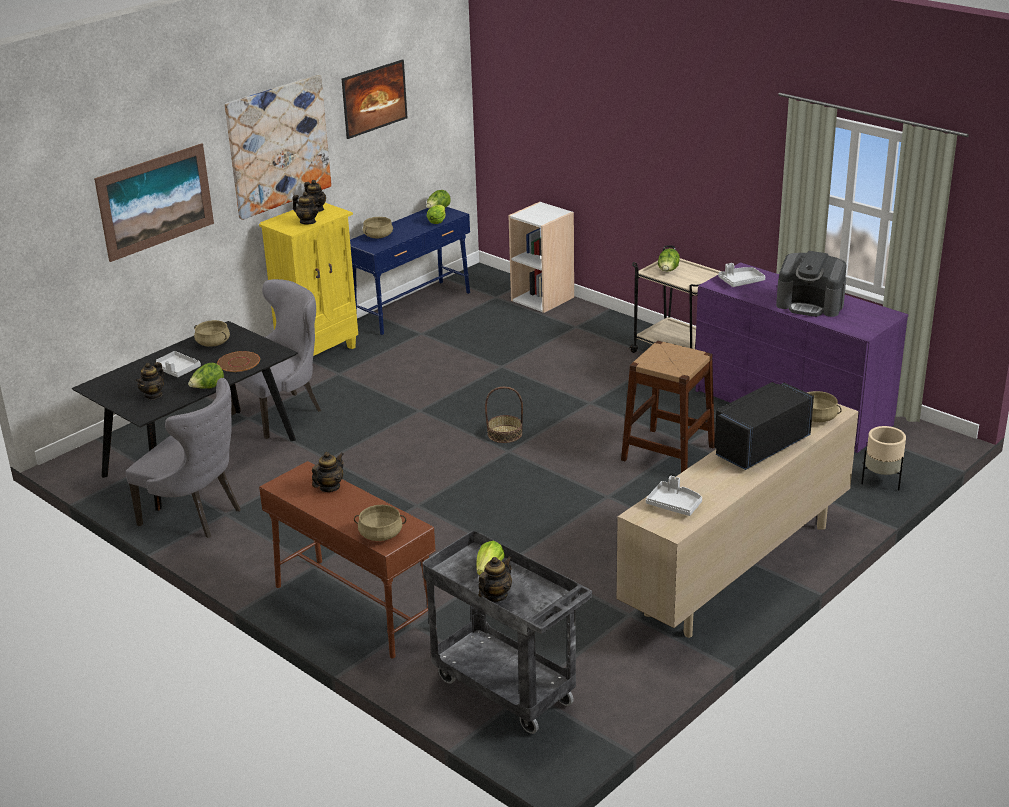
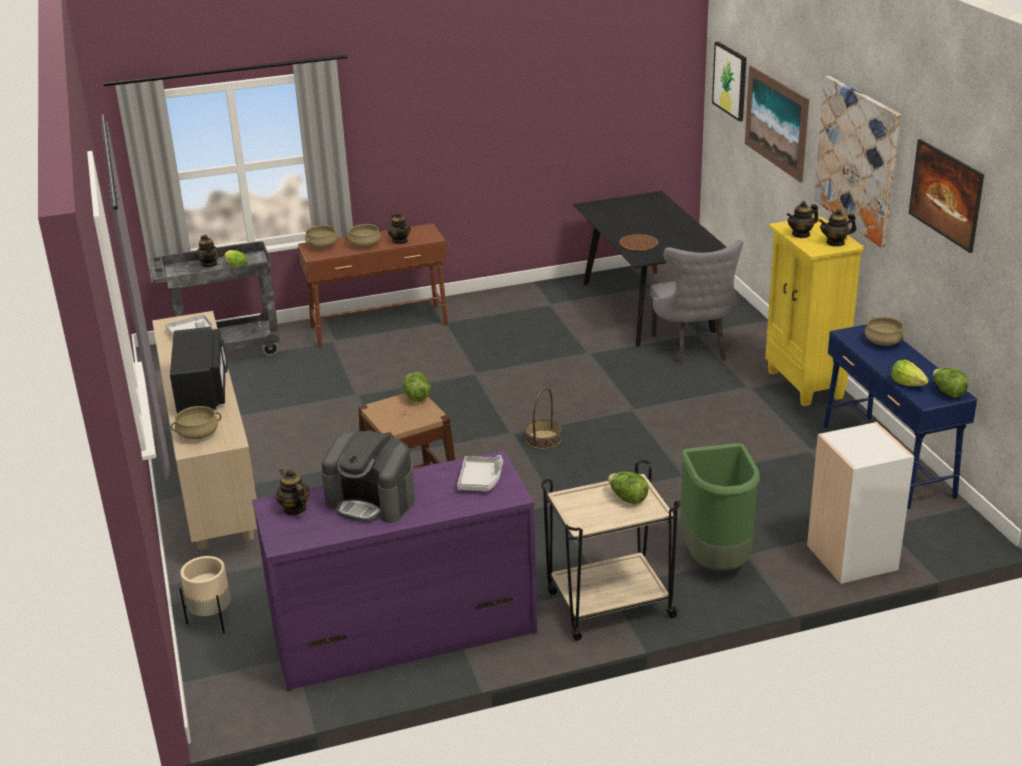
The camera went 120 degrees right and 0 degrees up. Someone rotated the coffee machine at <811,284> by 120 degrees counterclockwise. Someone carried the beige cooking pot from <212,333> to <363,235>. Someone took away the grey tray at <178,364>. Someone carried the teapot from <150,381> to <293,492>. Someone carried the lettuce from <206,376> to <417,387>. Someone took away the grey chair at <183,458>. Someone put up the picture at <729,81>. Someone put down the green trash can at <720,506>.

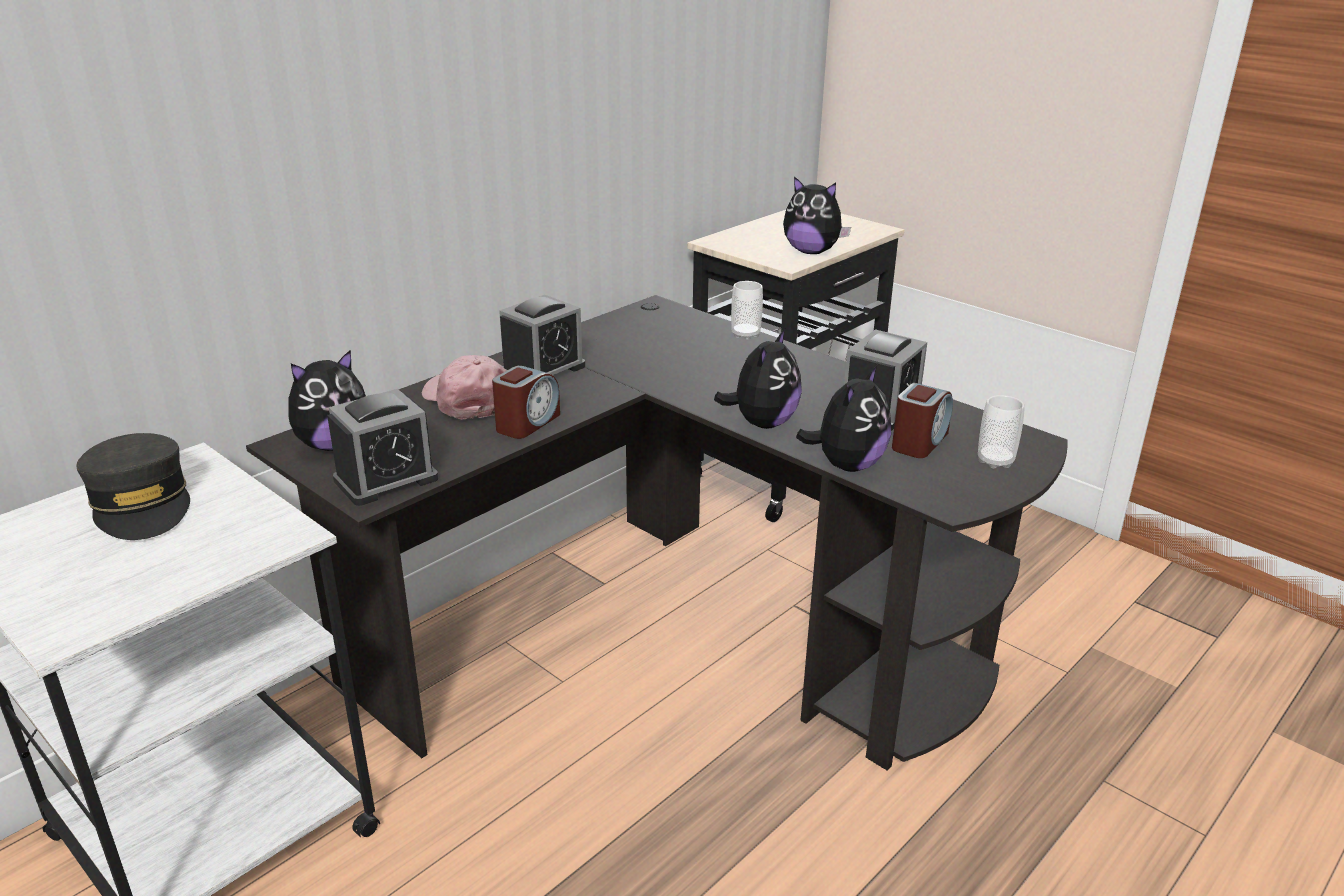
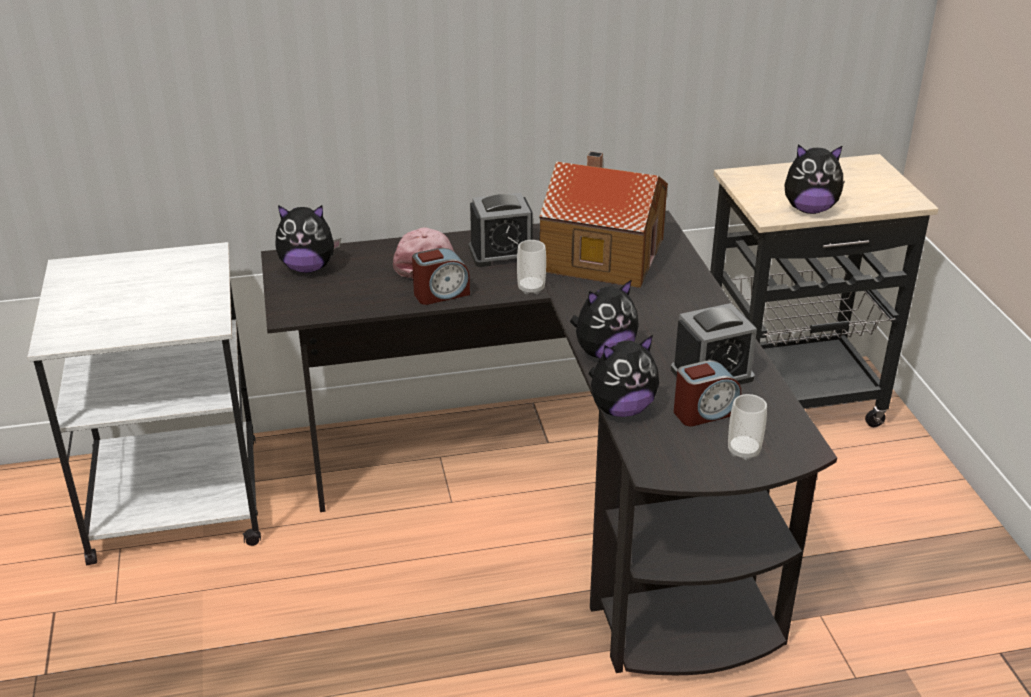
The camera went 35 degrees right and 5 degrees up. Someone rotated the plush toy at <817,215> by 60 degrees counterclockwise. Someone carried the cup from <747,310> to <531,267>. Someone took away the alarm clock at <382,447>. Someone took away the grey cap at <133,486>. Someone put down the toy house at <603,219>.

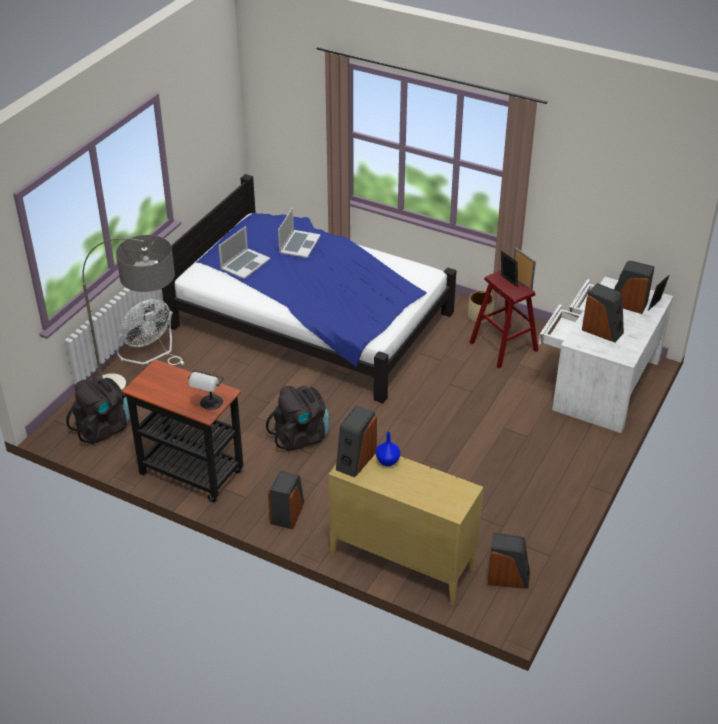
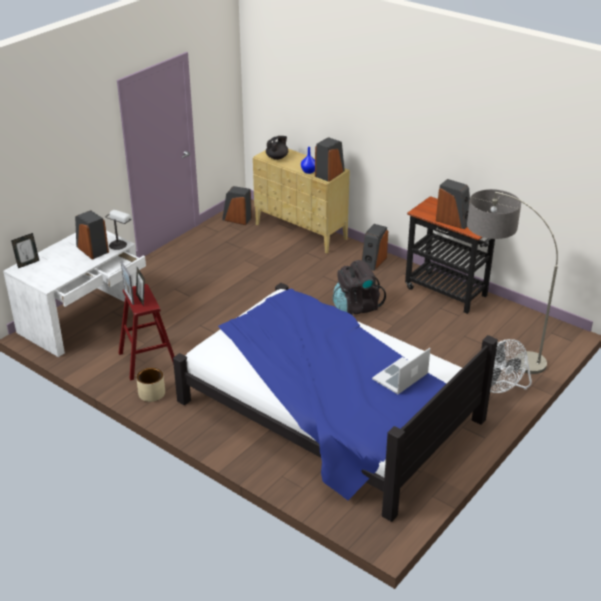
The camera went 170 degrees left and 5 degrees down. Someone took away the laptop at <299,233>. Someone carried the speaker from <634,287> to <453,204>. Someone carried the table lamp from <206,390> to <118,230>. Someone took away the black backpack at <98,411>. Someone put down the black teapot at <277,148>.

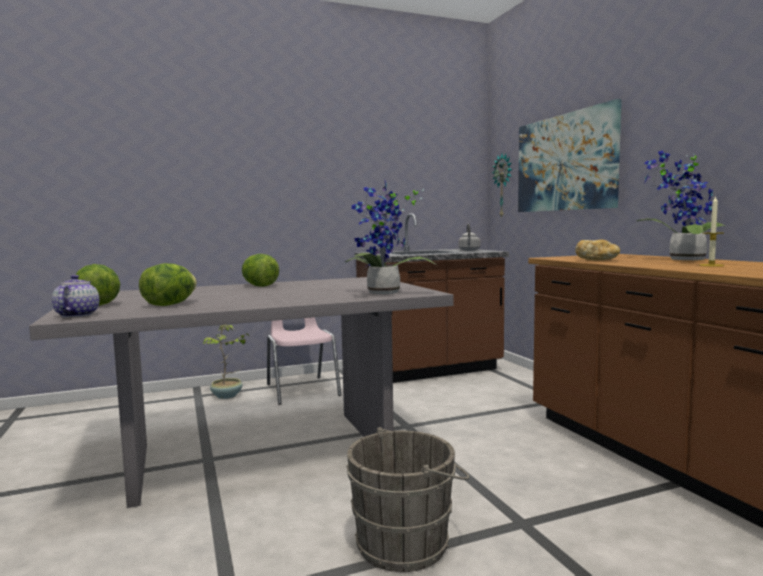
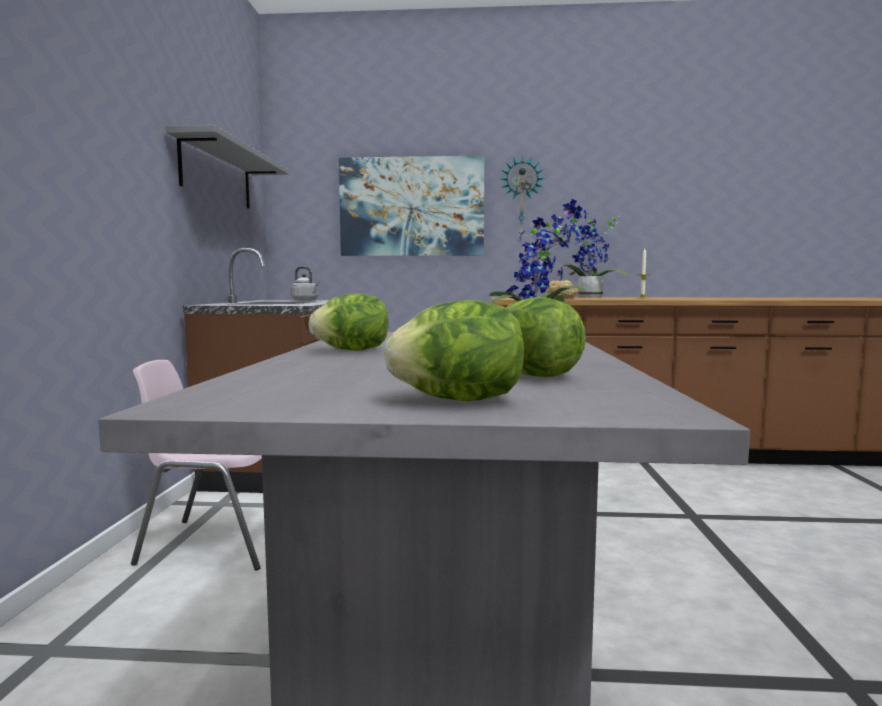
The camera went 65 degrees left and 0 degrees up. Someone carried the wall clock from <502,186> to <523,197>. Someone took away the teapot at <75,296>. Someone took away the potted plant at <226,362>. Someone took away the grey bucket at <408,499>. Someone put up the grey shelf at <227,167>.

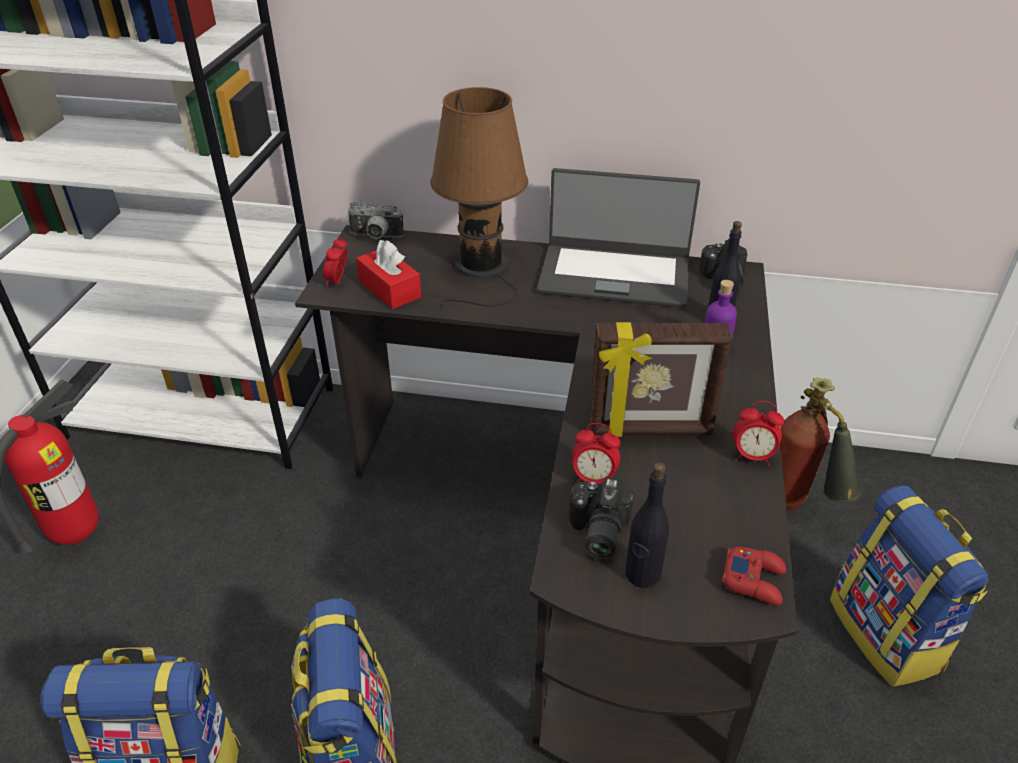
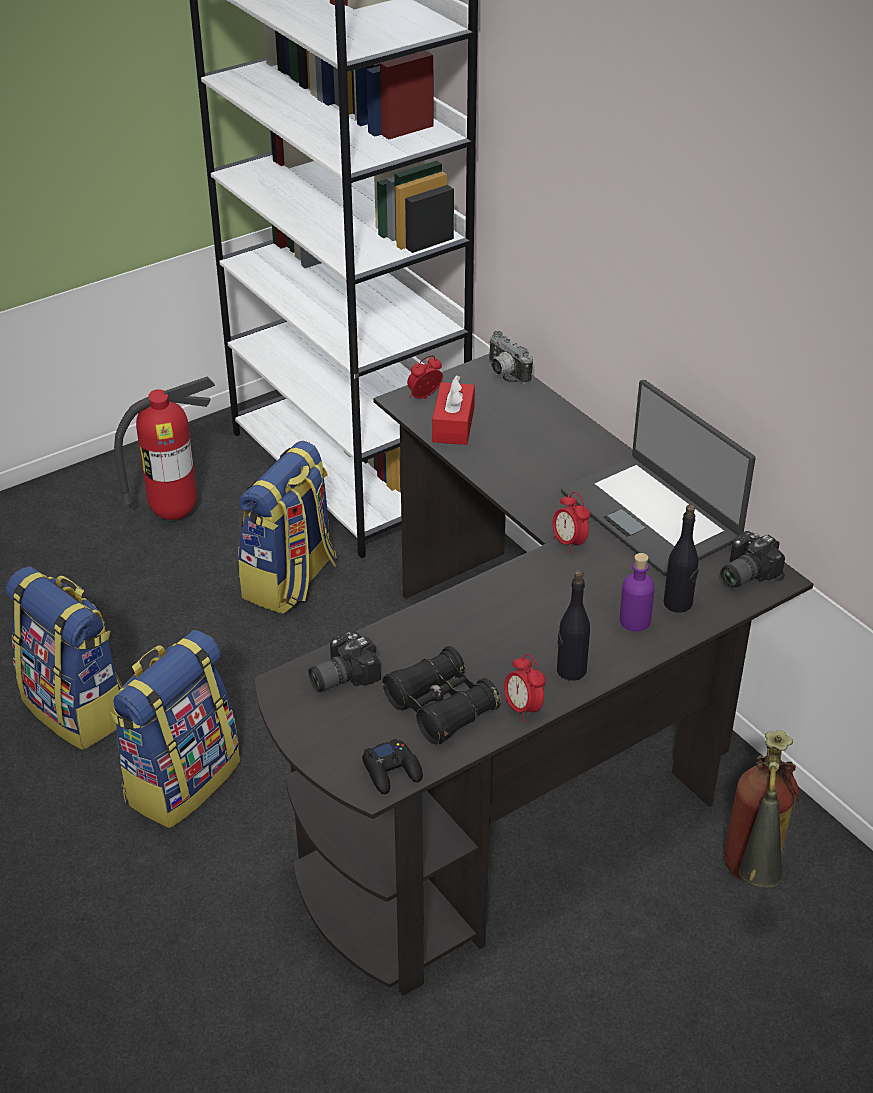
The camera went 45 degrees right and 0 degrees up. Someone took away the brown table lamp at <479,198>. Someone took away the picture frame at <661,379>. Someone carried the alarm clock from <596,453> to <571,522>. Someone carried the black bottle from <647,525> to <573,625>. Someone carried the backpack from <909,586> to <287,527>. Someone repainted the red game controller at <754,576>, which became the black game controller at <392,766>. Someone put down the black binoculars at <441,695>.

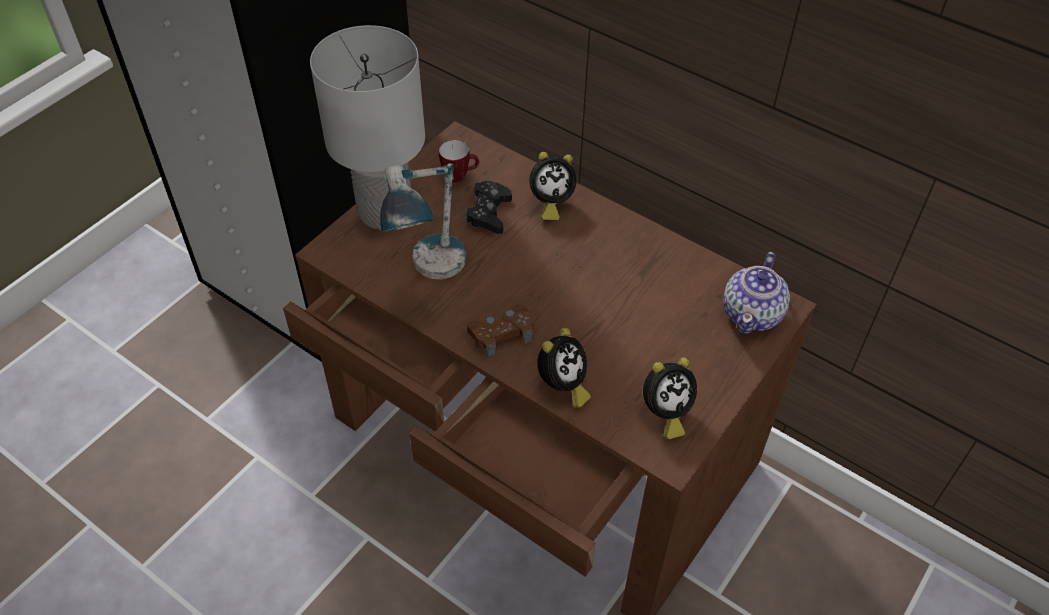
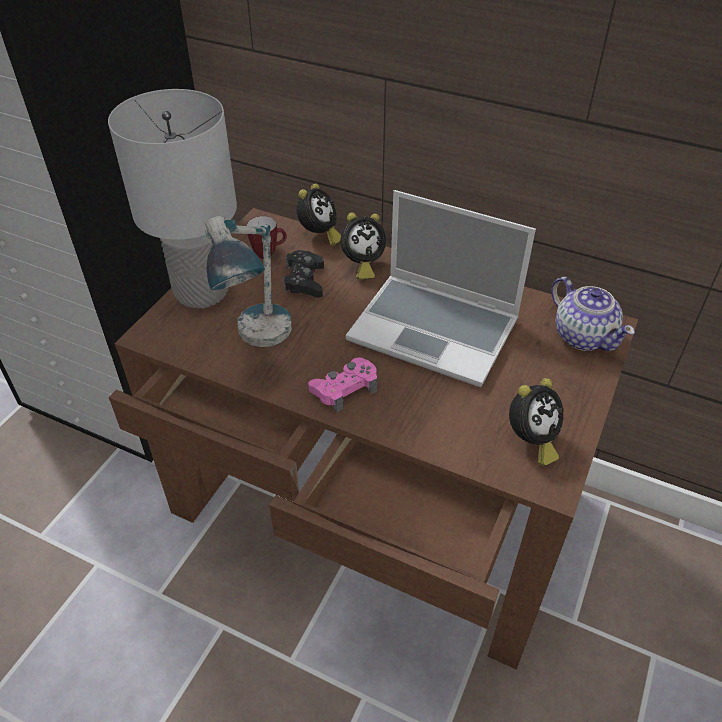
The camera went 10 degrees left and 5 degrees down. Someone rotated the teapot at <756,293> by 45 degrees counterclockwise. Someone repainted the brown game controller at <500,331>, which became the pink game controller at <342,385>. Someone carried the alarm clock from <564,368> to <318,215>. Someone put down the laptop at <441,288>.

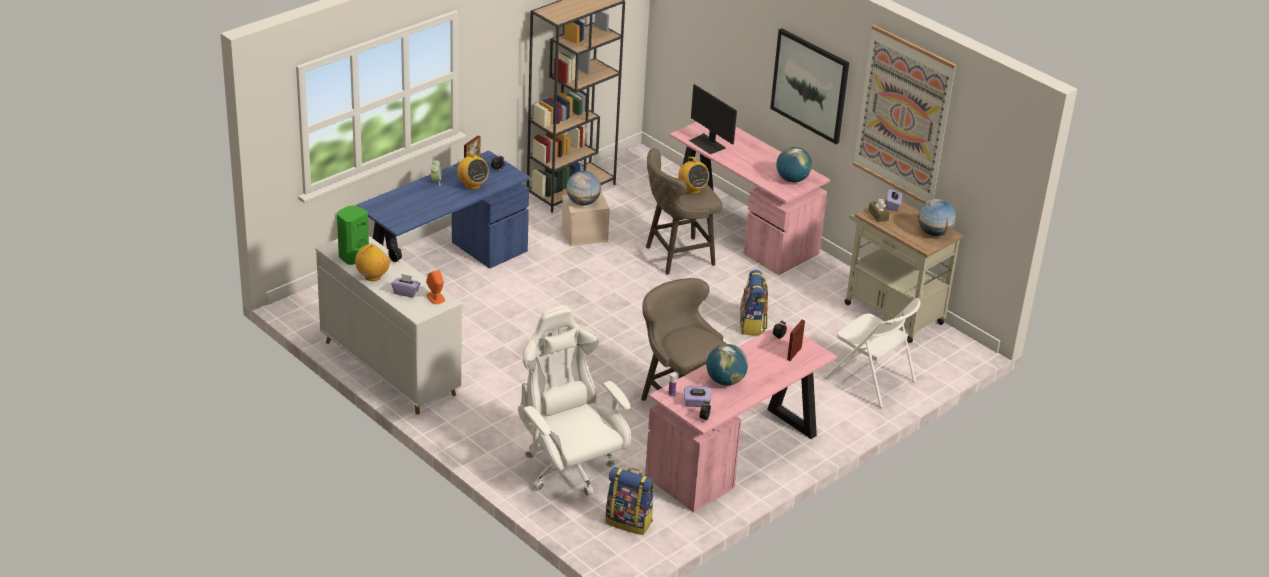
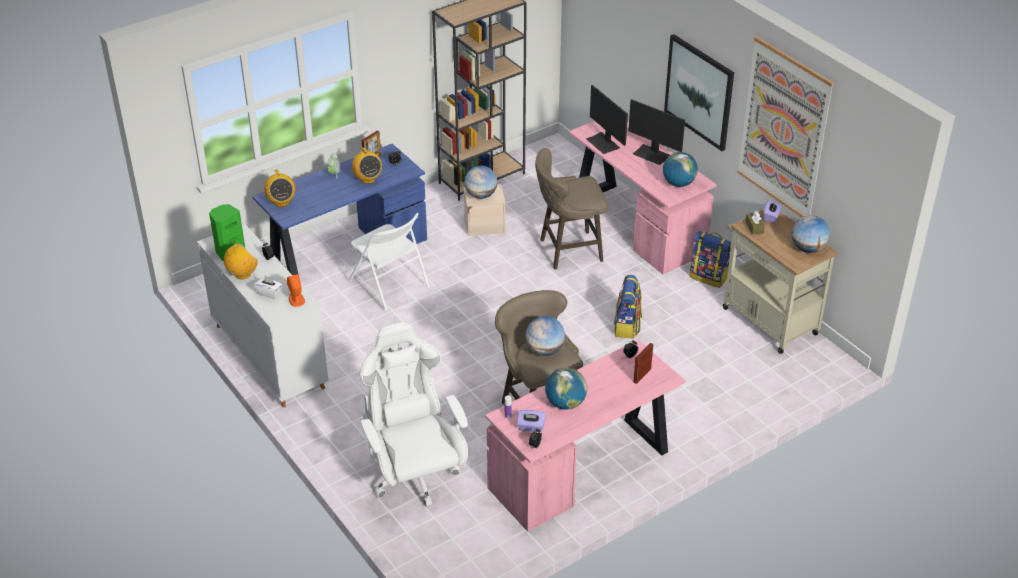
The camera went 10 degrees right and 5 degrees up. Someone carried the radio from <693,175> to <279,188>. Someone repainted the purple tissue box at <405,286>, which became the white tissue box at <268,287>. Someone carried the white chair from <872,353> to <389,262>. Someone carried the backpack from <629,501> to <710,259>. Someone put down the monitor at <656,132>. Someone put down the globe at <545,336>.

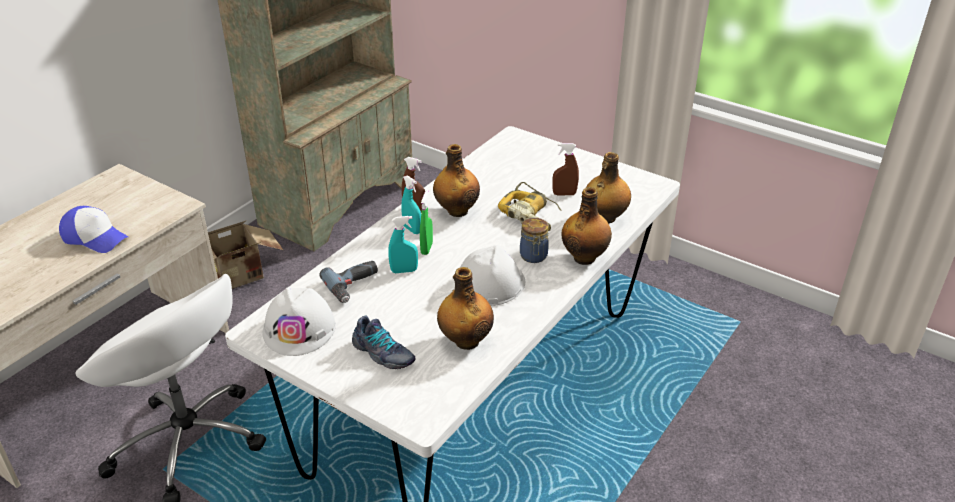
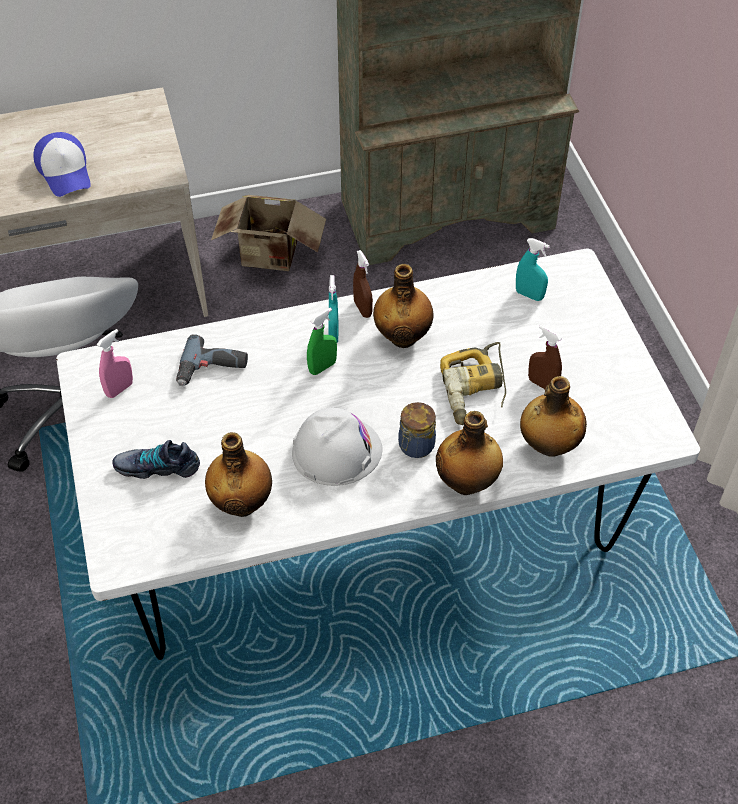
The camera went 40 degrees right and 15 degrees up. Someone carried the turquoise spray bottle from <403,244> to <533,269>. Someone swapped the white hard hat at <299,321> for the pink spray bottle at <115,363>. Someone rotated the shoe at <384,342> by 105 degrees clockwise.

